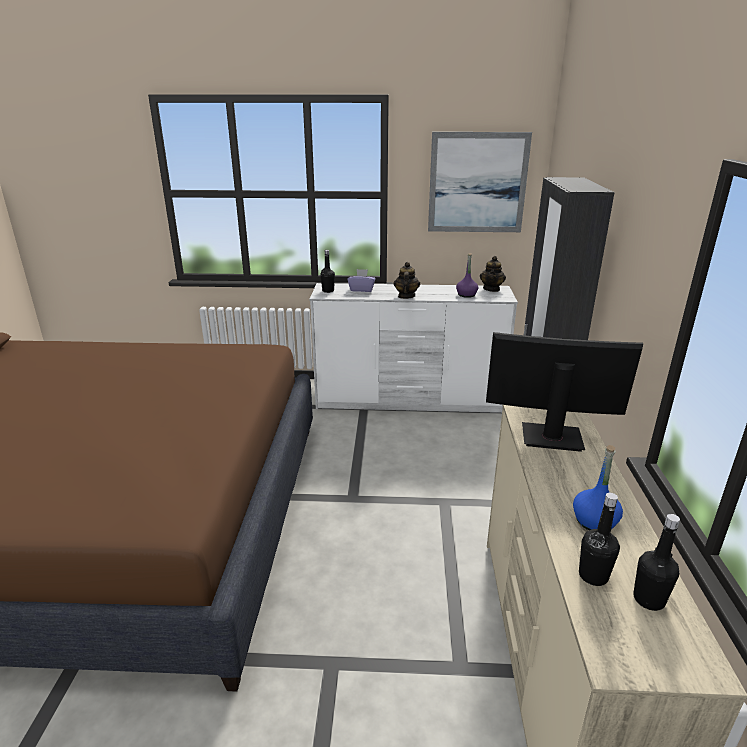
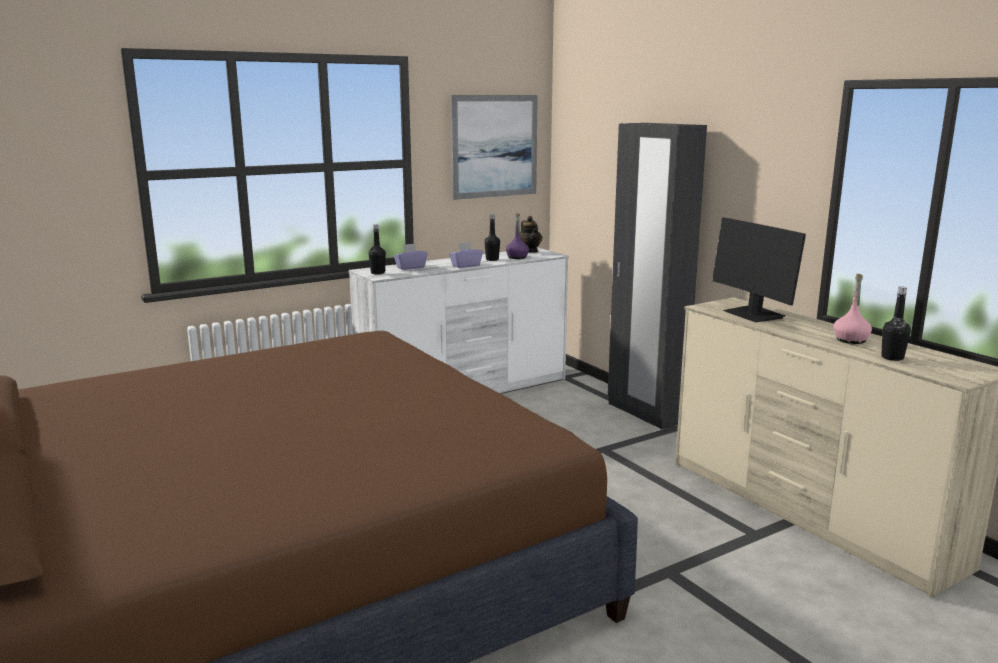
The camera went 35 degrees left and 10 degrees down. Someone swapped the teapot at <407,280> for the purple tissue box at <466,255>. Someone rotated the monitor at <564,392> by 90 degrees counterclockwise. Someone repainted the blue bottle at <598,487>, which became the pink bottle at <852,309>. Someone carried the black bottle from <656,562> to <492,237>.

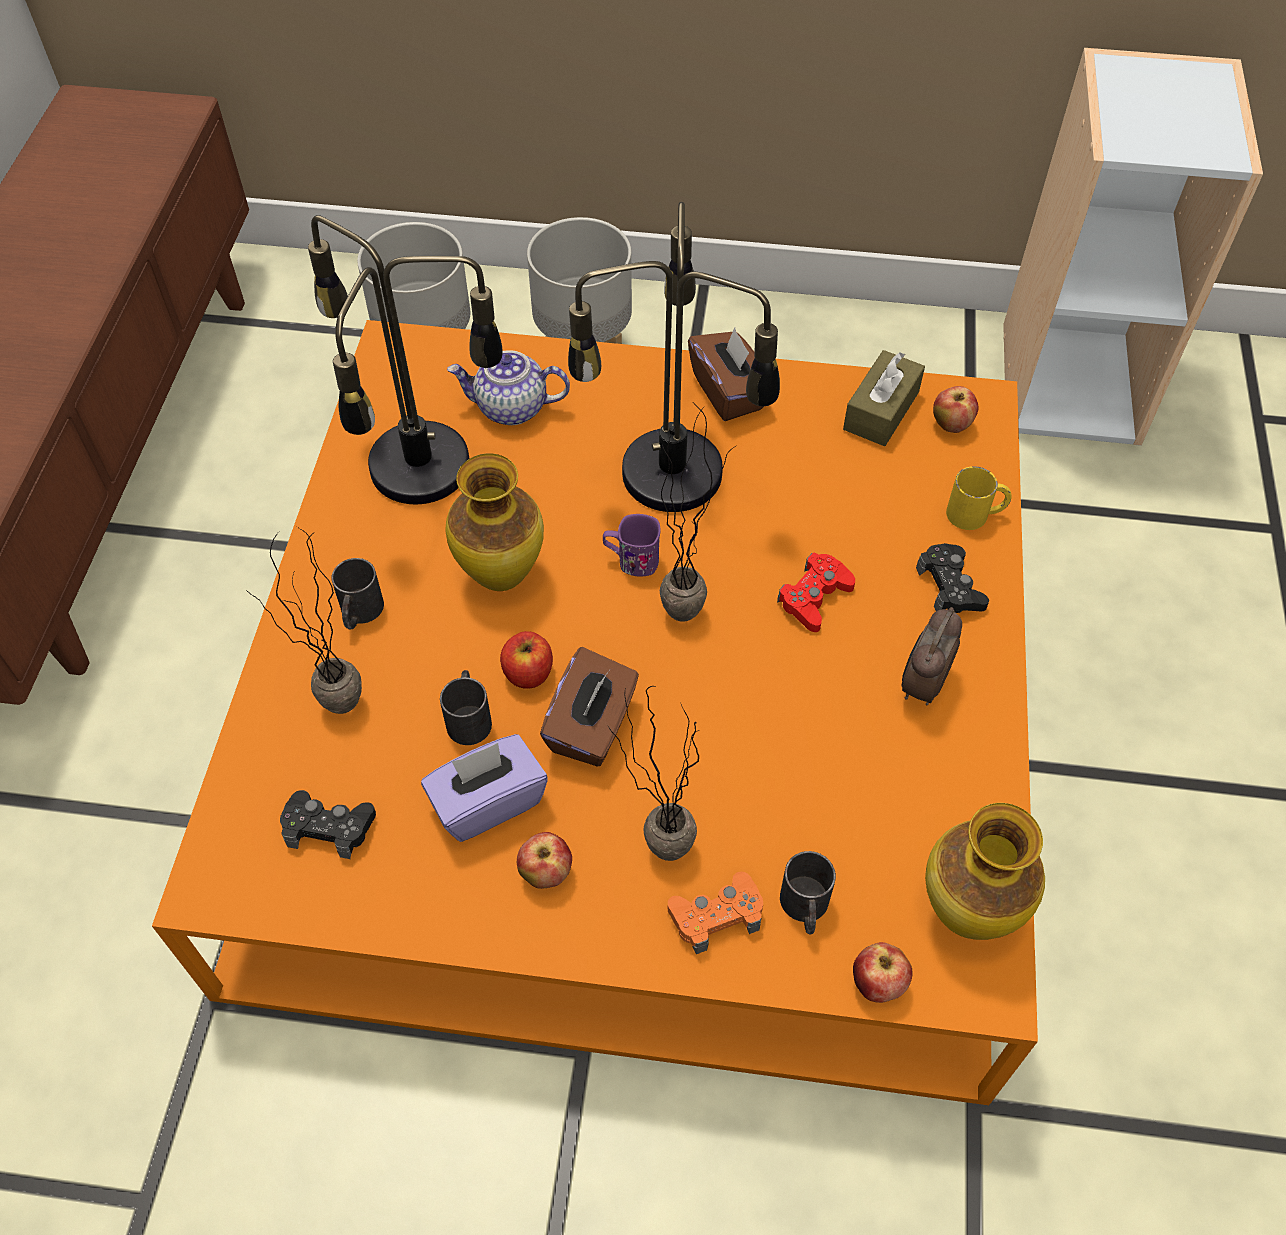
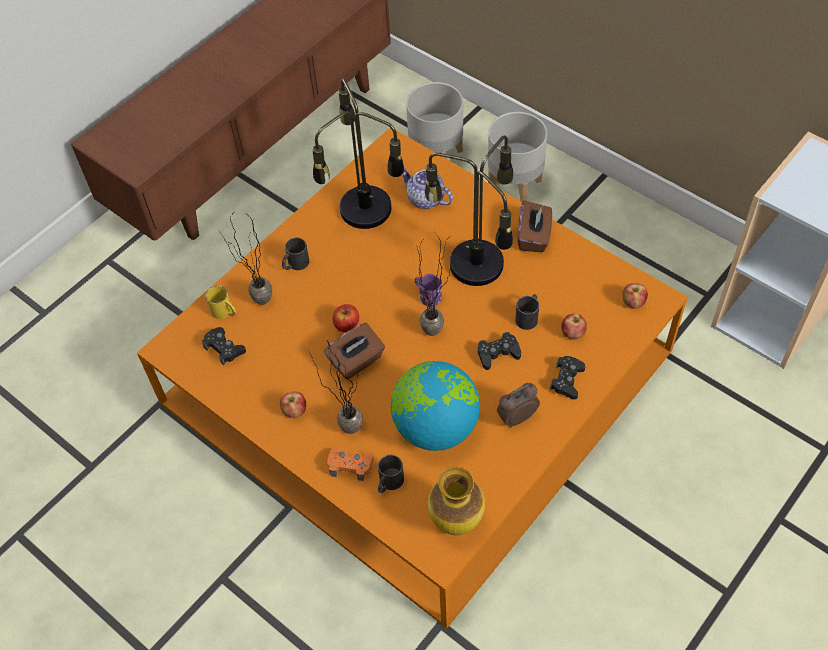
The camera went 35 degrees right and 0 degrees up. Someone took away the brown tissue box at <884,398>. Someone took away the vase at <494,522>. Someone carried the yellow mug from <979,498> to <220,302>. Someone repainted the red game controller at <816,592>, which became the black game controller at <499,351>. Someone carried the black mug from <466,707> to <527,312>. Someone took away the purple tissue box at <484,788>. Someone carried the apple from <883,972> to <574,326>. Someone put down the globe at <435,406>.

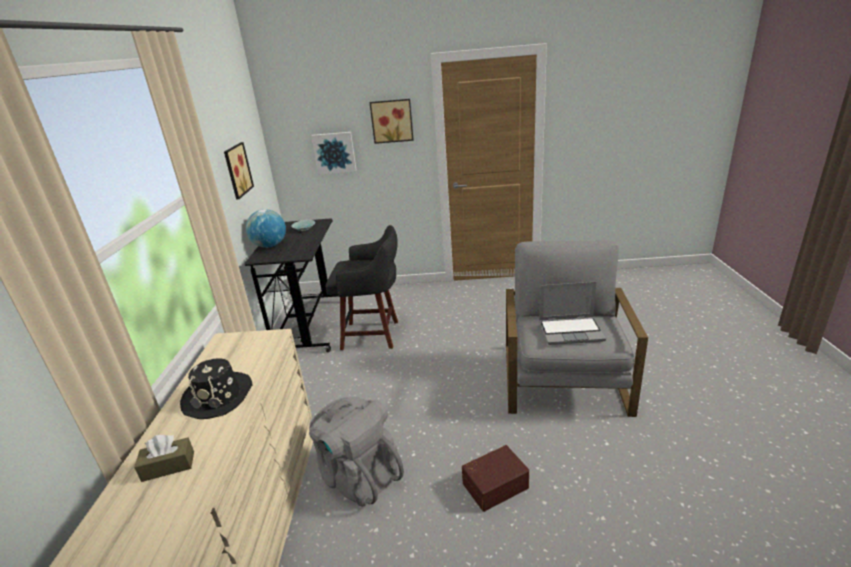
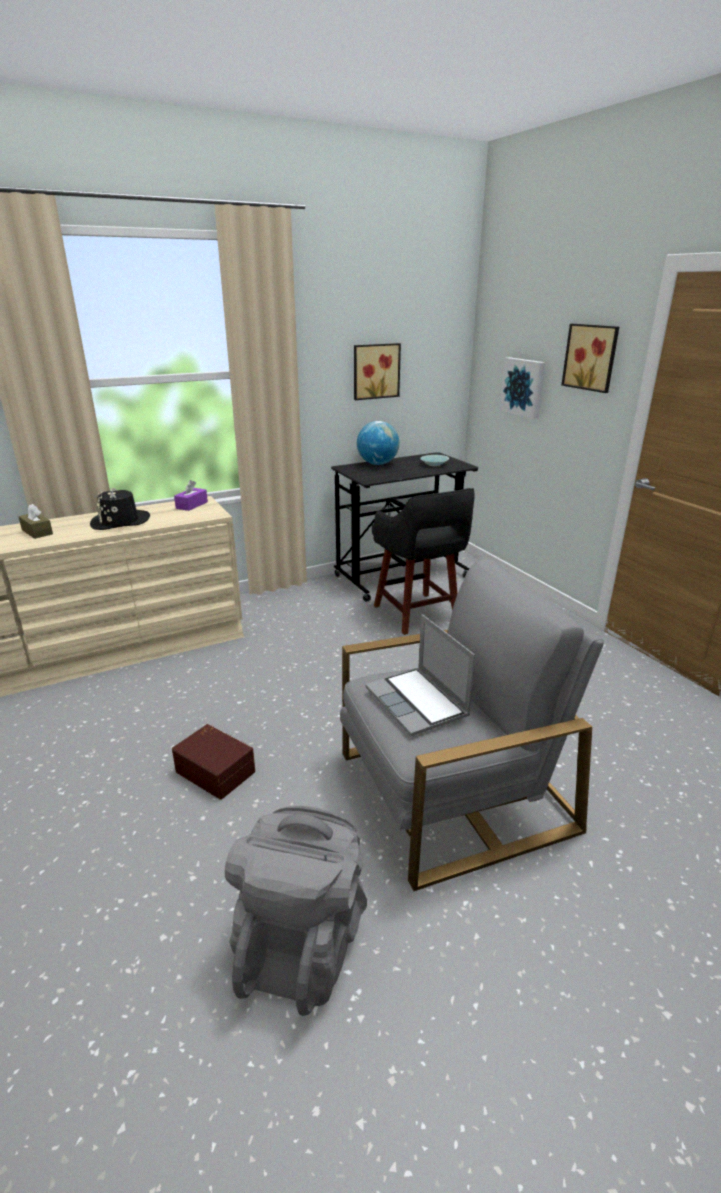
The camera went 60 degrees right and 0 degrees up. Someone carried the grey backpack from <356,452> to <296,911>. Someone put down the purple tissue box at <191,495>.

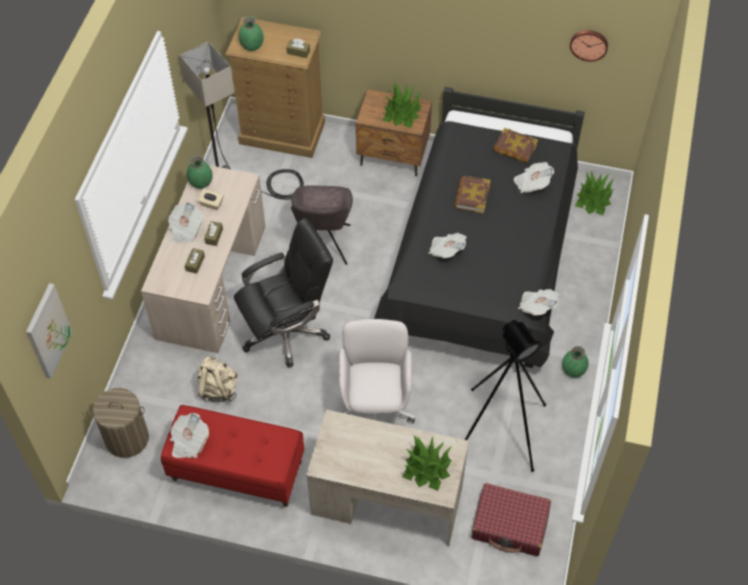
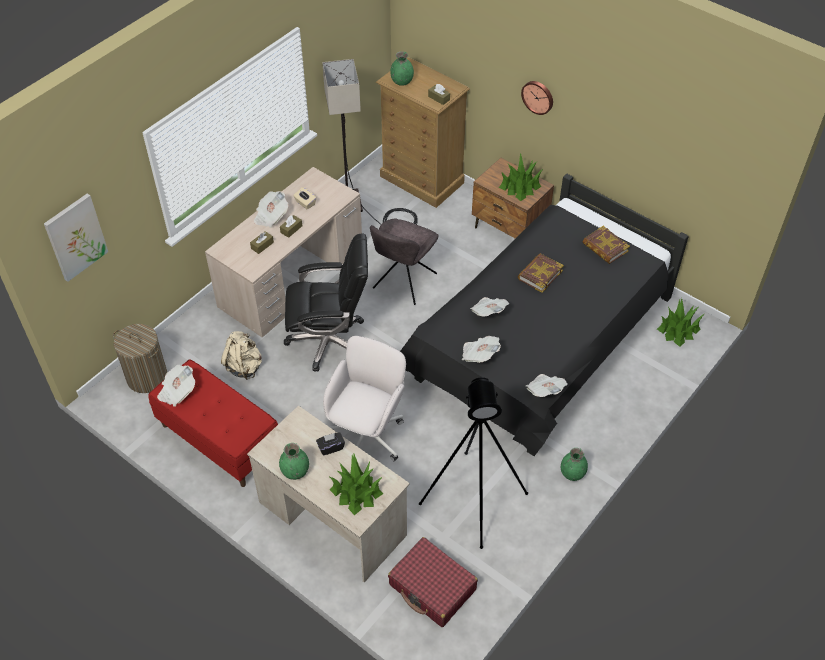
The camera went 25 degrees right and 5 degrees down. Someone carried the wall clock from <589,46> to <537,98>. Someone carried the green vase from <200,172> to <294,461>. Someone carried the newspaper from <534,177> to <481,349>. Someone put down the black tissue box at <330,443>.

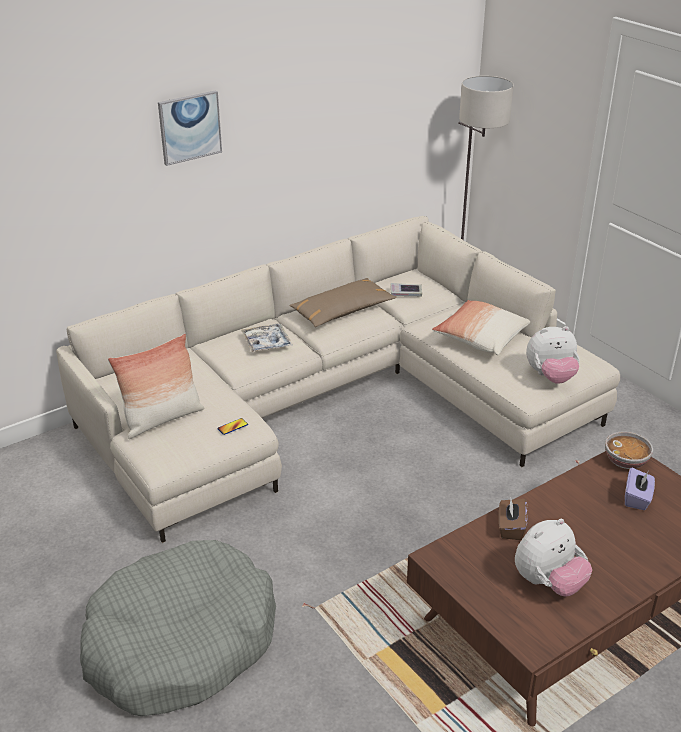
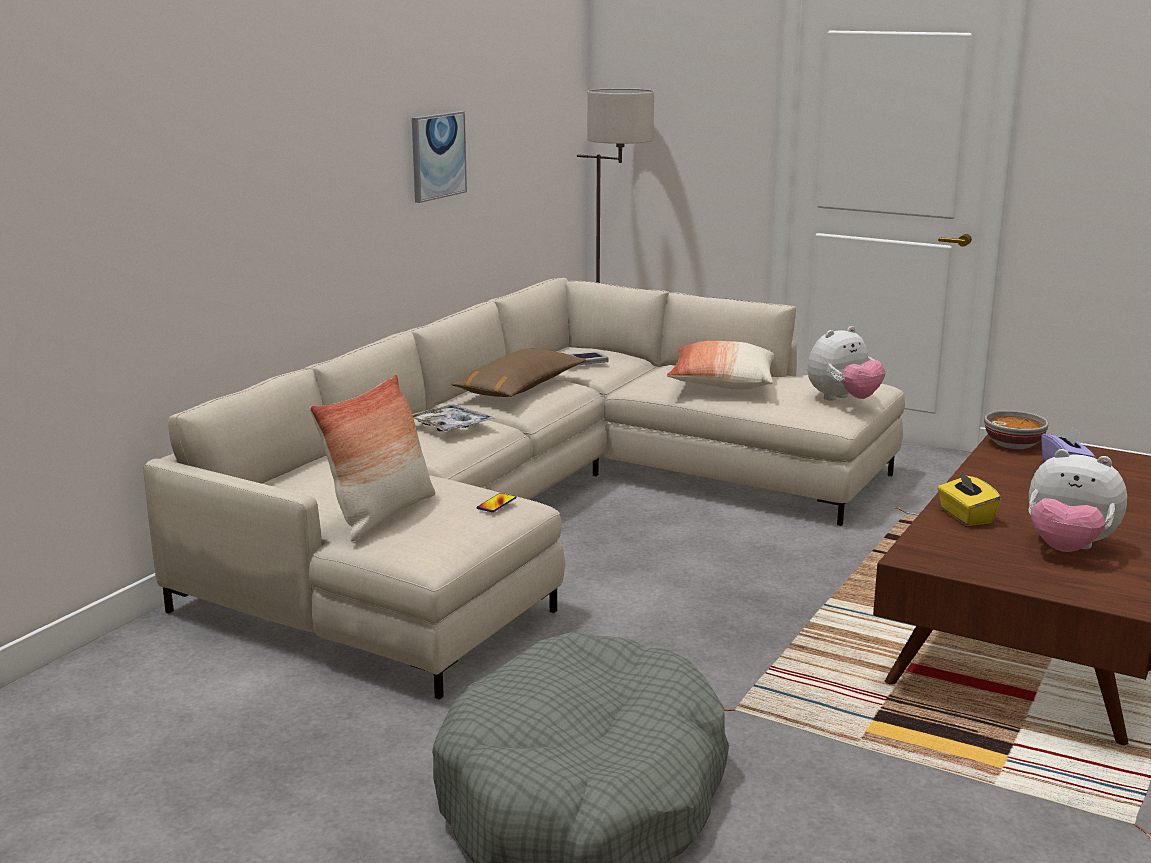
The camera went 25 degrees left and 15 degrees down. Someone carried the picture from <190,128> to <439,157>. Someone repainted the brown tissue box at <513,519>, which became the yellow tissue box at <969,498>. Someone rotated the plush toy at <553,558> by 90 degrees clockwise.

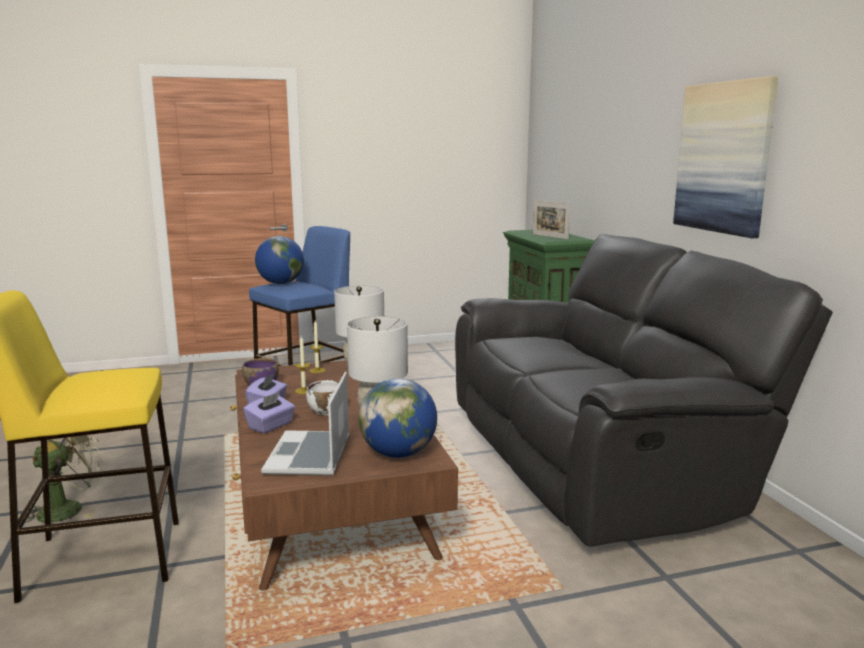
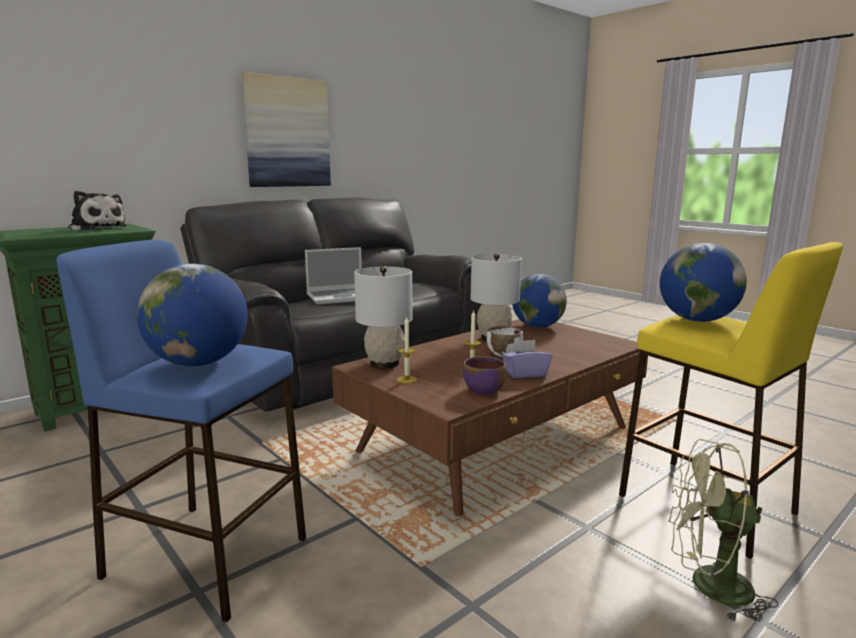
The camera went 115 degrees left and 0 degrees up. Someone swapped the picture frame at <551,220> for the plush toy at <97,211>. Someone carried the laptop from <305,424> to <333,275>. Someone took away the purple tissue box at <269,413>. Someone put down the globe at <703,282>.

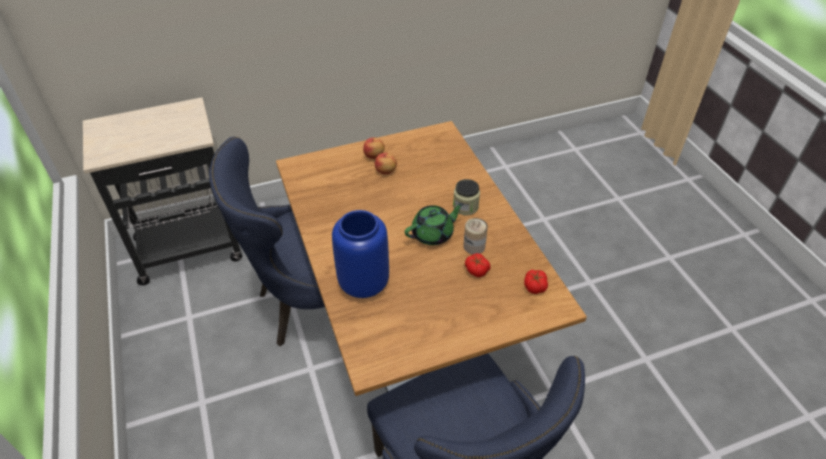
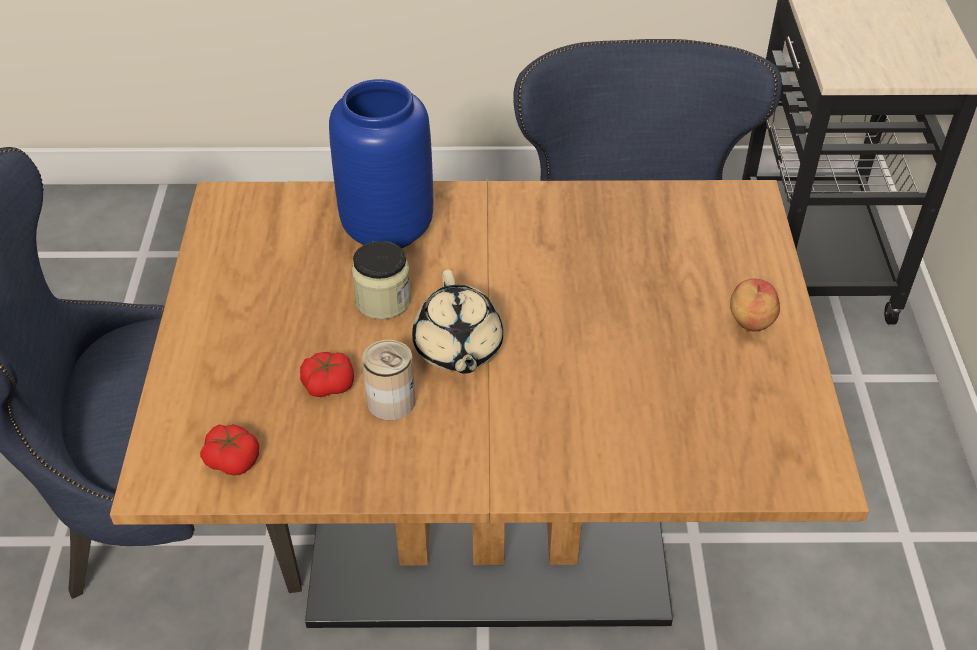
The camera went 110 degrees right and 0 degrees up. Someone took away the apple at <386,163>. Someone carried the jar from <466,197> to <381,280>. Someone repainted the green teapot at <434,224>, which became the beige teapot at <457,322>.

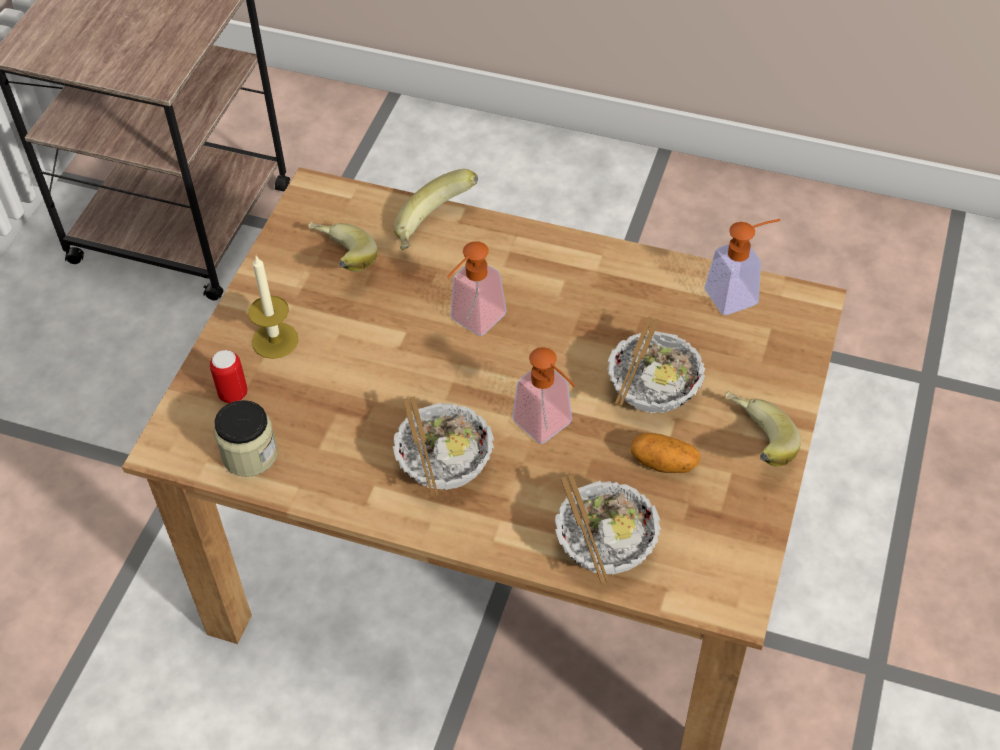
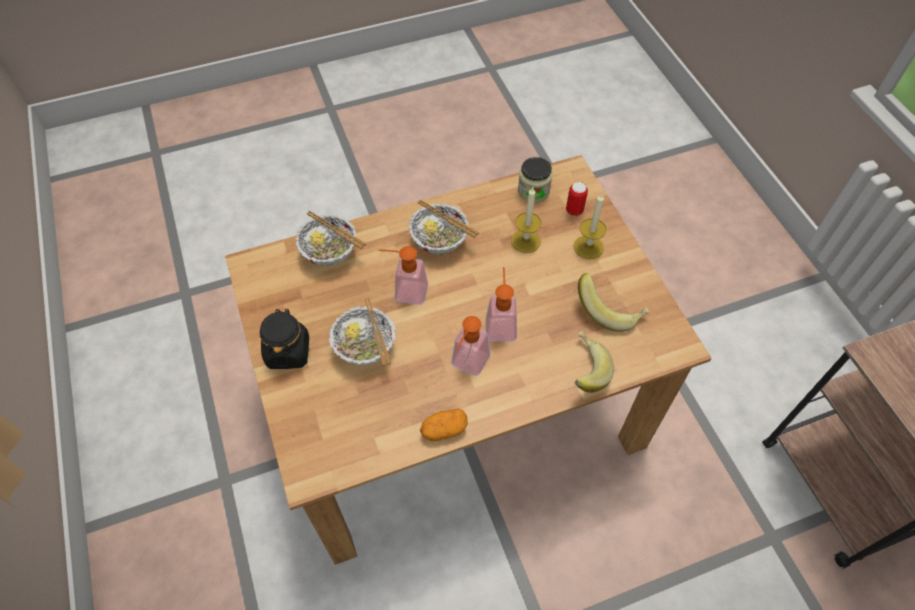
The camera went 140 degrees right and 5 degrees up. Someone carried the soap dispenser from <743,267> to <470,346>. Someone swapped the banana at <763,428> for the black jar at <284,339>. Someone carried the potato from <665,453> to <444,425>. Someone put down the candle at <526,220>.

